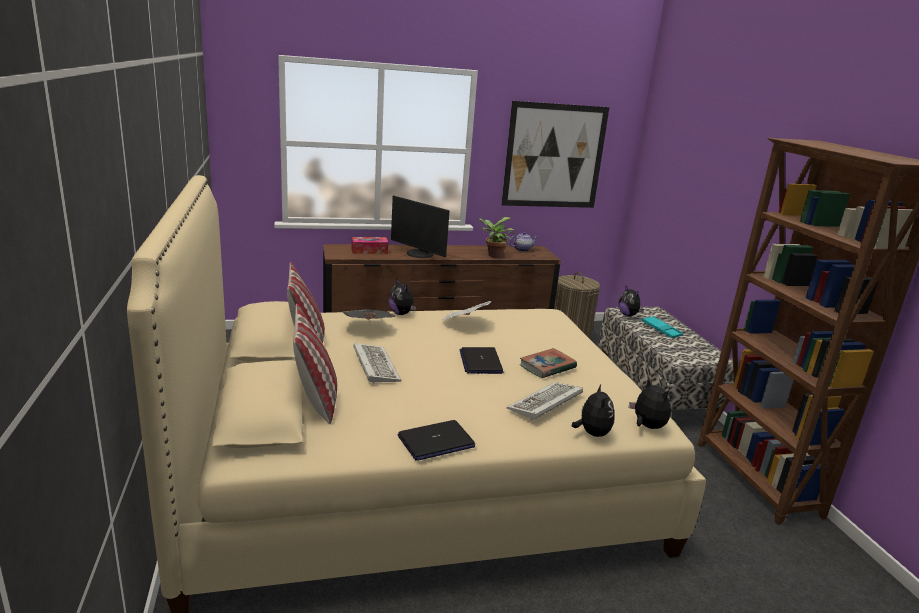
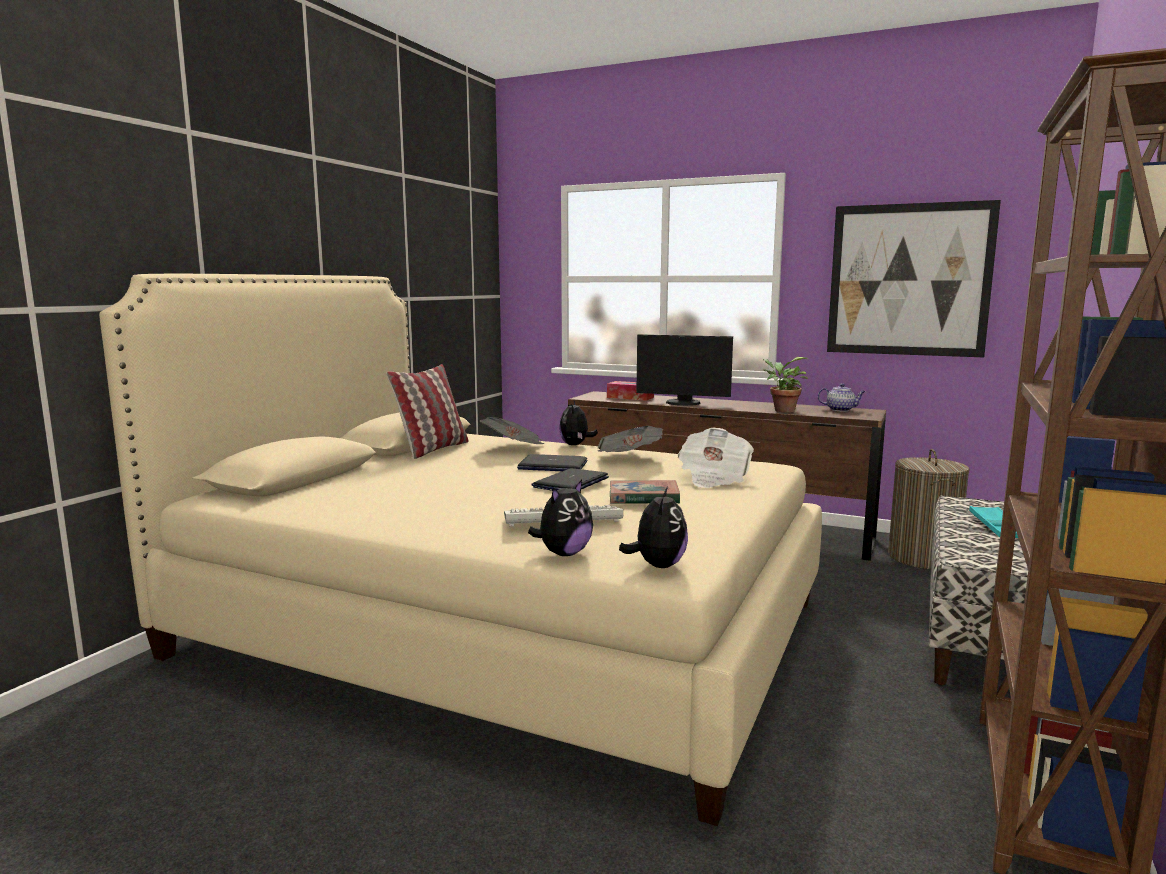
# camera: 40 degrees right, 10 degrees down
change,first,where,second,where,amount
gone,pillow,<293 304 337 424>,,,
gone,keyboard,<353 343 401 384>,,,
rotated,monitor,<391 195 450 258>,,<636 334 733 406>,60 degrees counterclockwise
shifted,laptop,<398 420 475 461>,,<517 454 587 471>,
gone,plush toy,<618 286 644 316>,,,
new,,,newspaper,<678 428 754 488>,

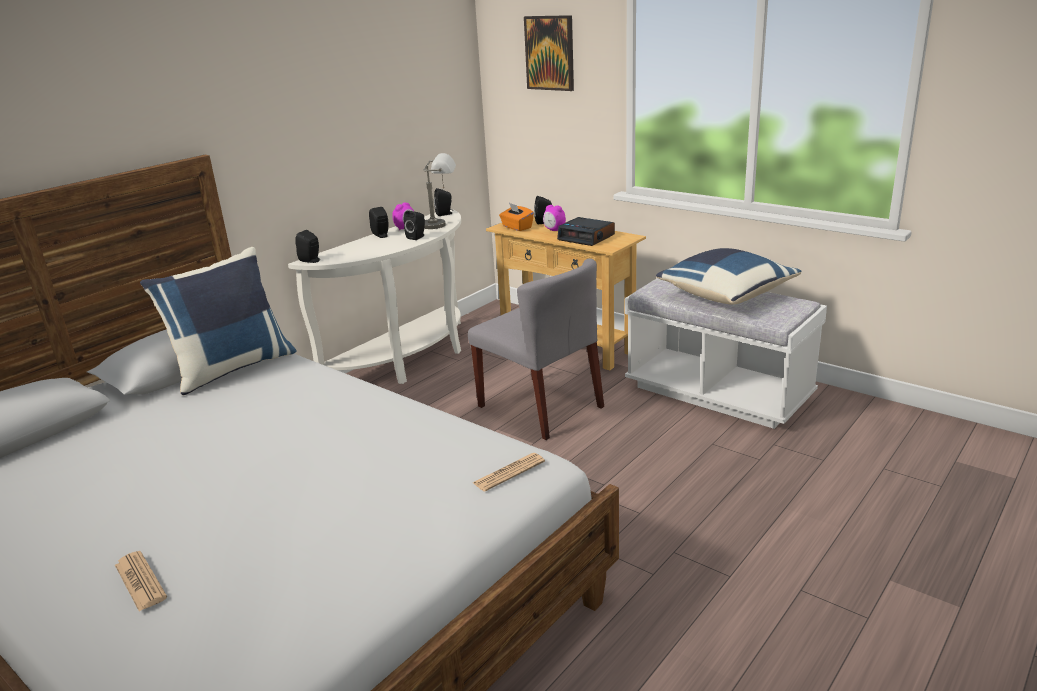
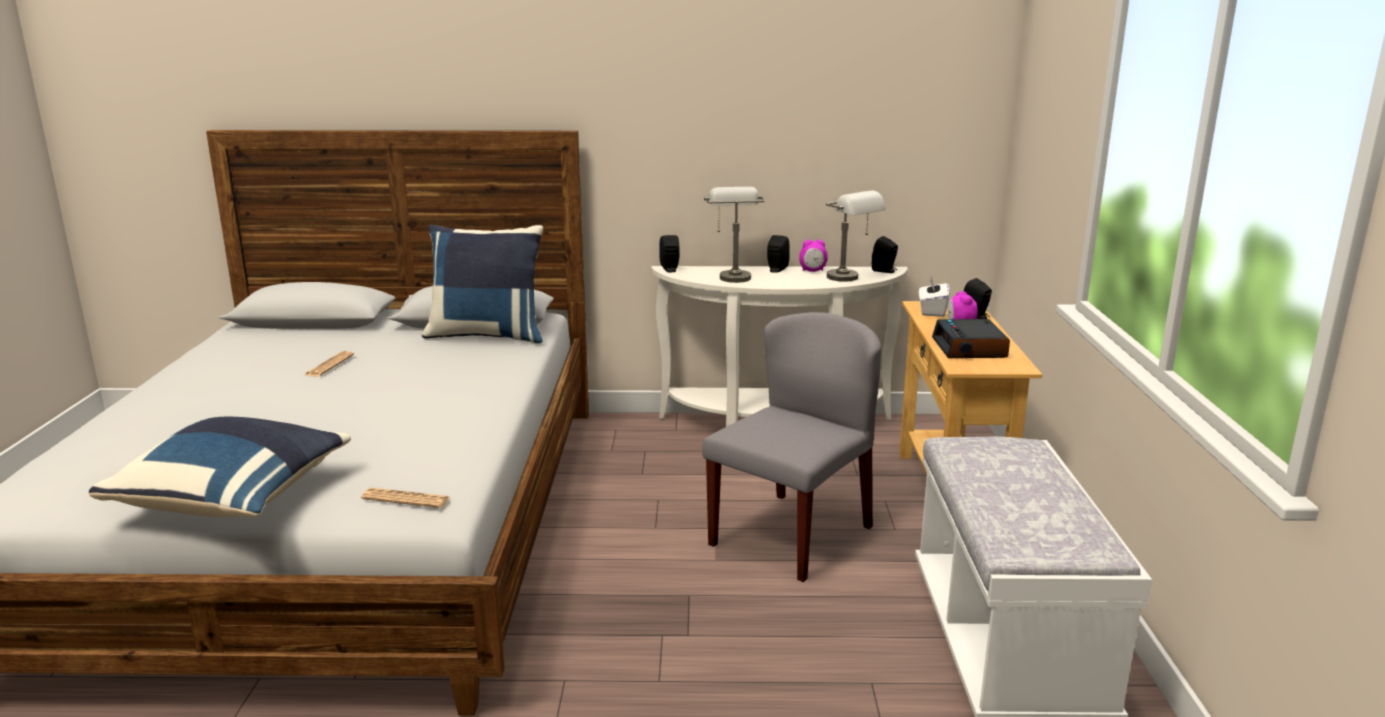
# camera: 50 degrees right, 5 degrees down
change,first,where,second,where,amount
shifted,newspaper,<115 551 167 612>,,<305 351 354 377>,
gone,black speaker,<404 211 425 240>,,,
rotated,grey chair,<468 258 604 440>,,<702 312 881 582>,150 degrees counterclockwise
repainted,orange tissue box,<499 203 534 231>,white tissue box,<919 276 950 317>,
gone,picture,<524 15 574 91>,,,
shifted,blue pillow,<656 248 801 305>,,<89 417 351 517>,
new,,,grey table lamp,<704 187 765 283>,

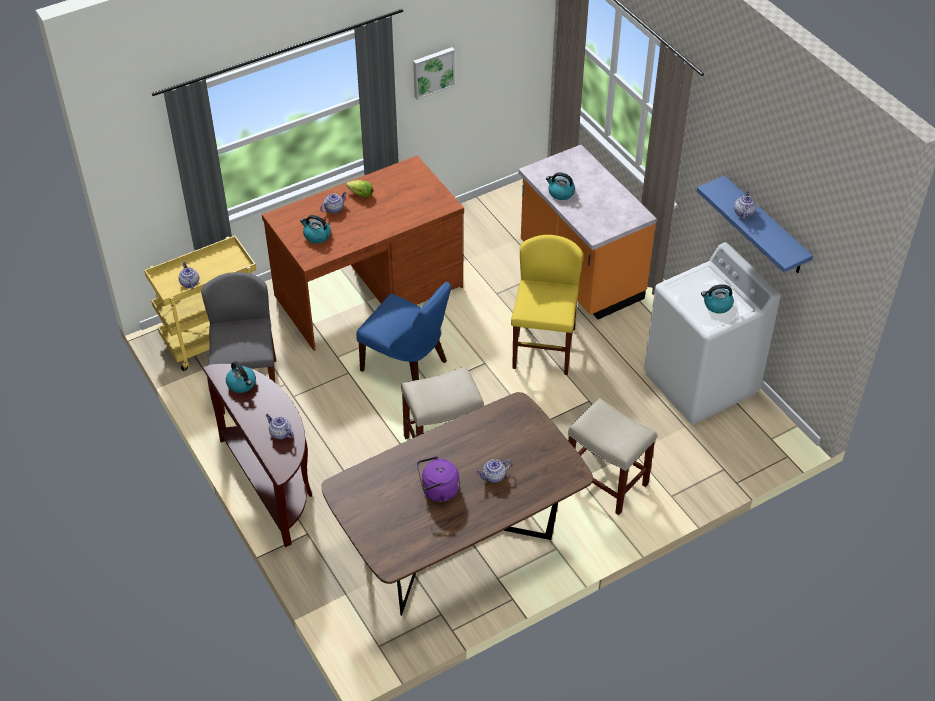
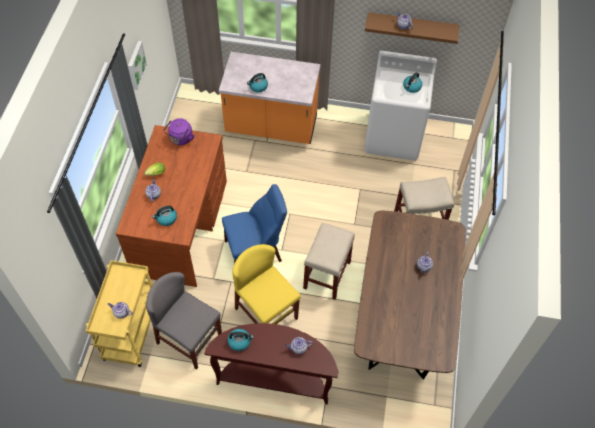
# camera: 50 degrees left, 10 degrees up
change,first,where,second,where,amount
shifted,purple kettle,<417 456 459 502>,,<163 118 194 145>,
shifted,yellow chair,<511 235 583 375>,,<232 244 301 324>,
repainted,blue shelf,<697 176 813 273>,brown shelf,<365 12 459 44>,

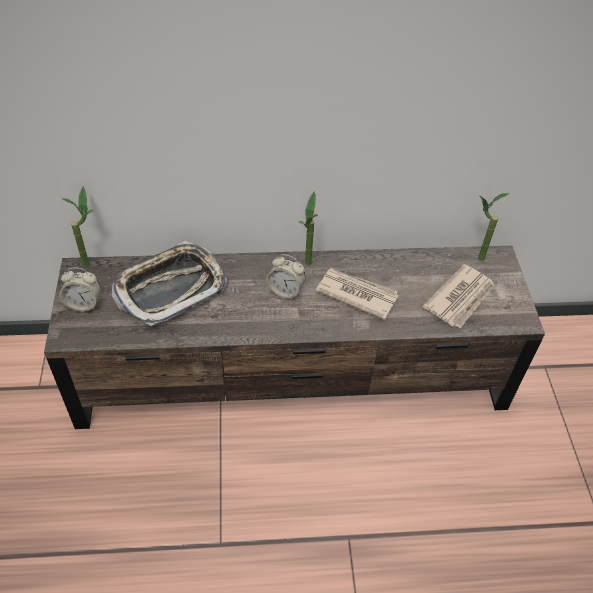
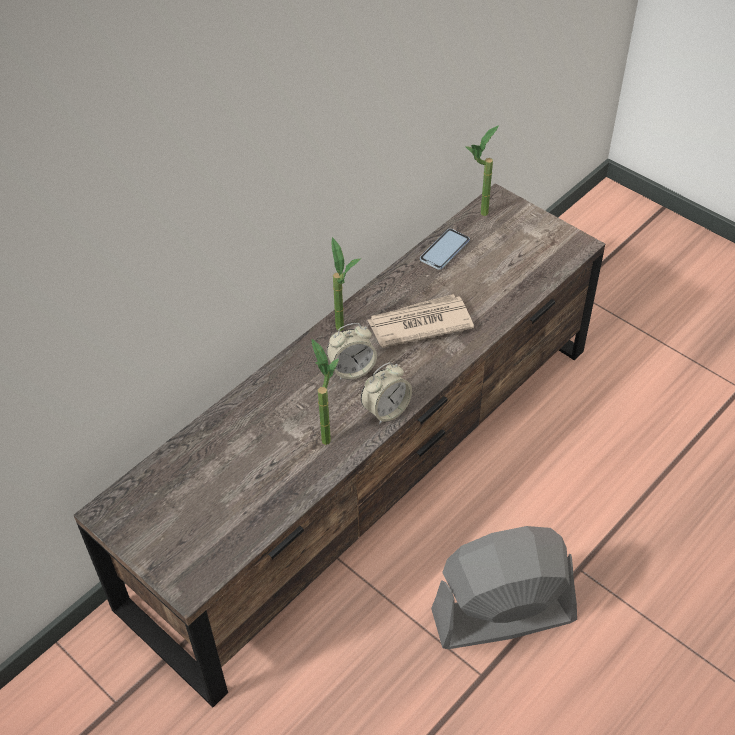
# camera: 40 degrees left, 0 degrees up
change,first,where,second,where,amount
shifted,alarm clock,<59 267 101 312>,,<361 362 412 424>,
shifted,potted plant,<61 186 93 268>,,<311 339 339 445>,
gone,tray,<112 241 227 326>,,,
gone,newspaper,<423 264 495 328>,,,
new,,,phone,<420 229 470 270>,
new,,,grey fan,<431 526 577 649>,

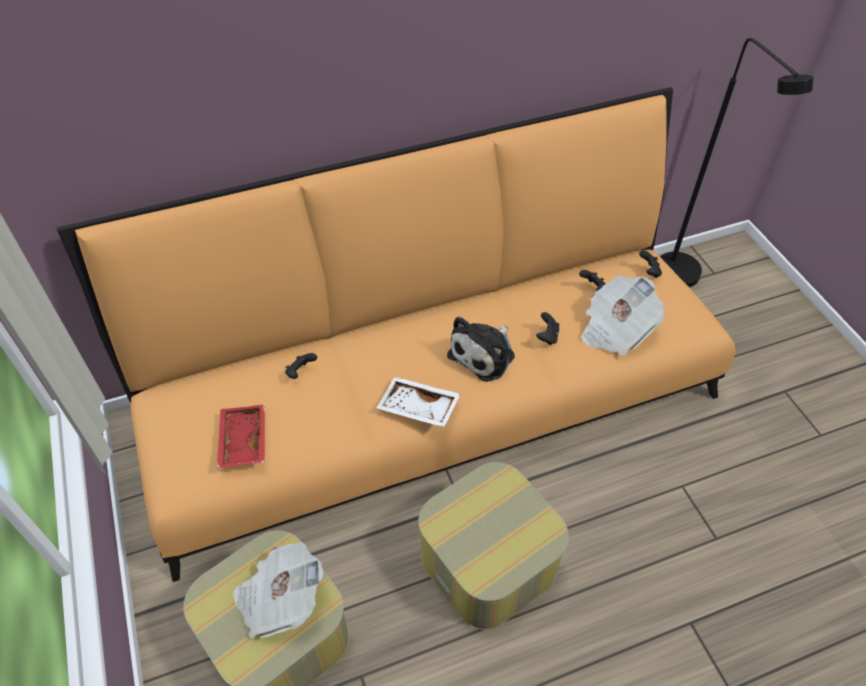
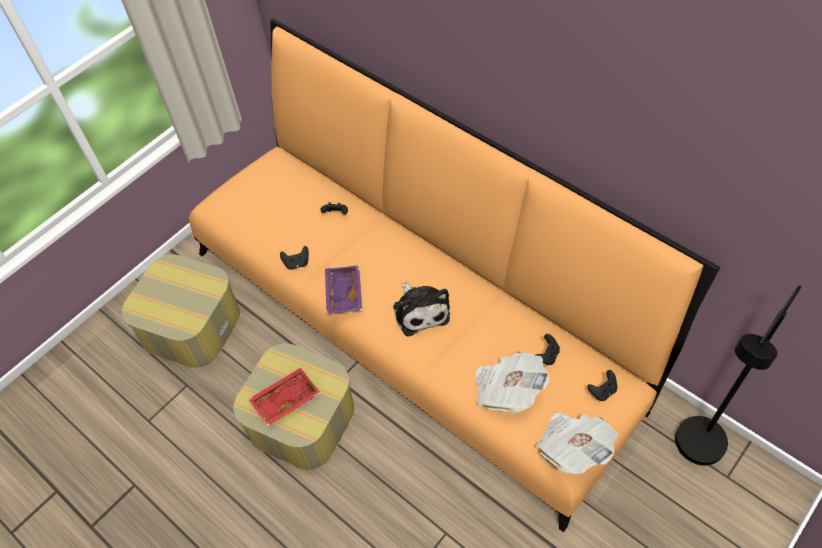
# camera: 65 degrees right, 5 degrees up
change,first,where,second,where,amount
shifted,red tray,<217 404 265 468>,,<248 368 320 426>,
shifted,newspaper,<233 542 324 639>,,<536 413 618 474>,
repainted,white tray,<376 377 461 427>,purple tray,<325 265 362 314>,
rotated,plush toy,<447 316 515 382>,,<393 282 450 336>,120 degrees counterclockwise
shifted,black game controller,<536 312 559 345>,,<280 246 309 270>,

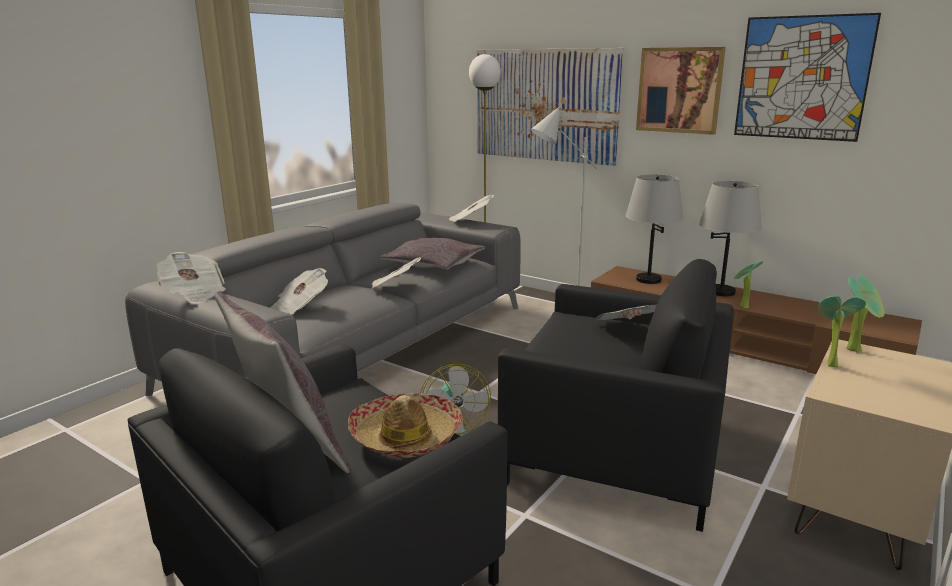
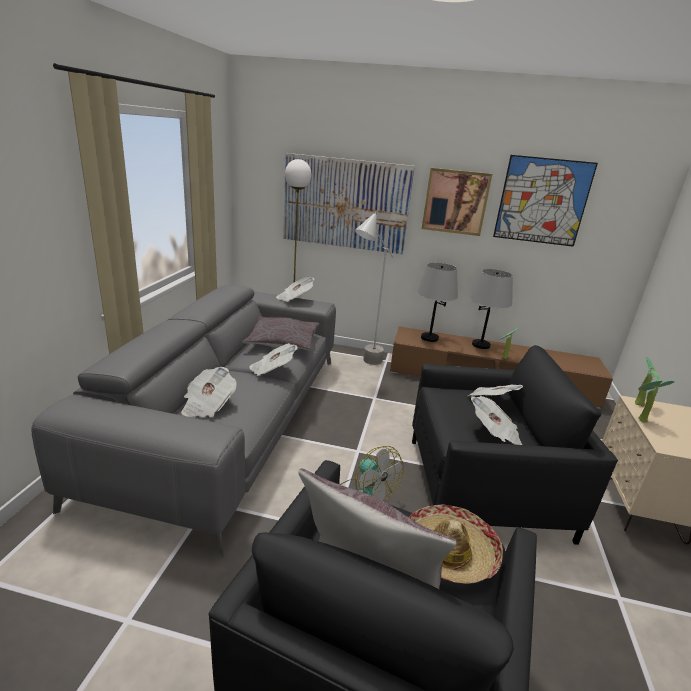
# camera: 25 degrees left, 5 degrees up
change,first,where,second,where,amount
shifted,newspaper,<157 252 226 304>,,<471 396 522 445>,

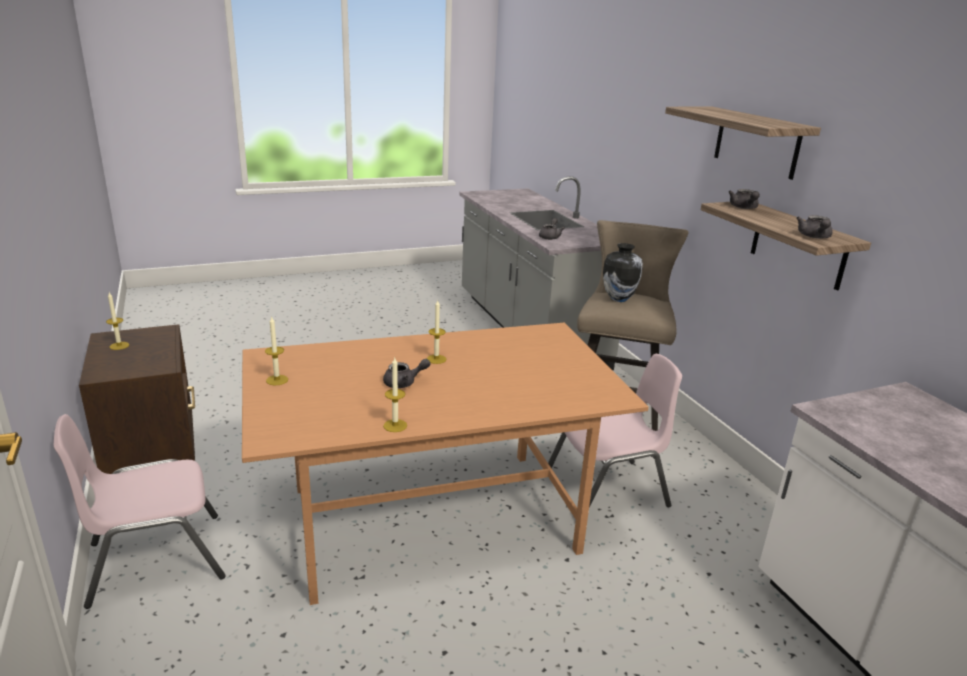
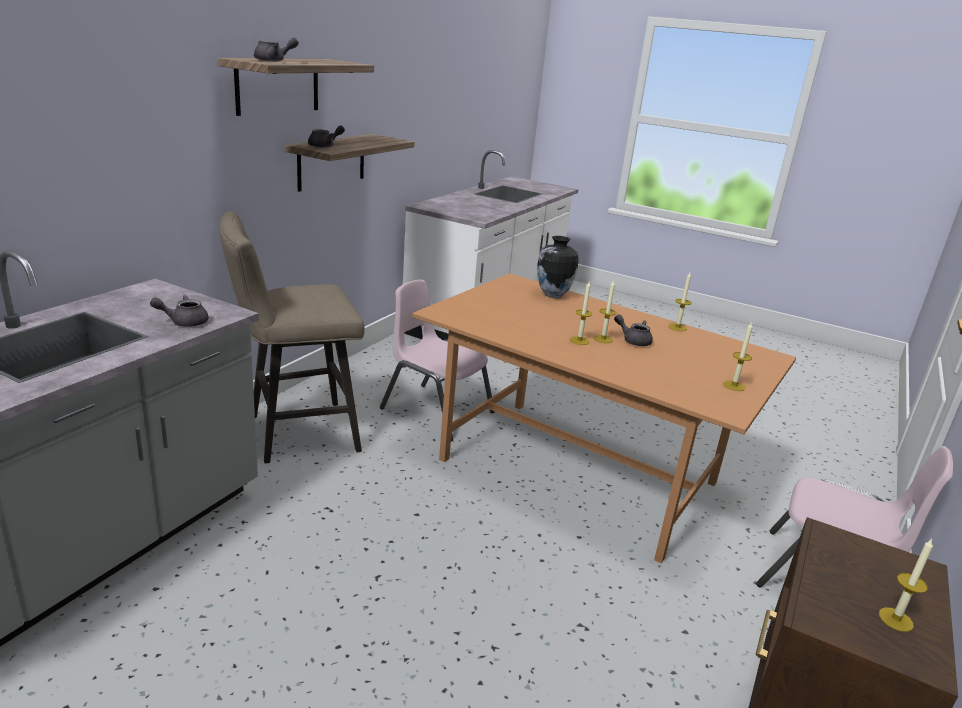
# camera: 130 degrees left, 0 degrees up
change,first,where,second,where,amount
shifted,vase,<603 243 643 302>,,<537 236 579 298>,
shifted,grey teapot,<796 215 833 239>,,<254 38 299 61>,
new,,,candle,<594 280 616 343>,

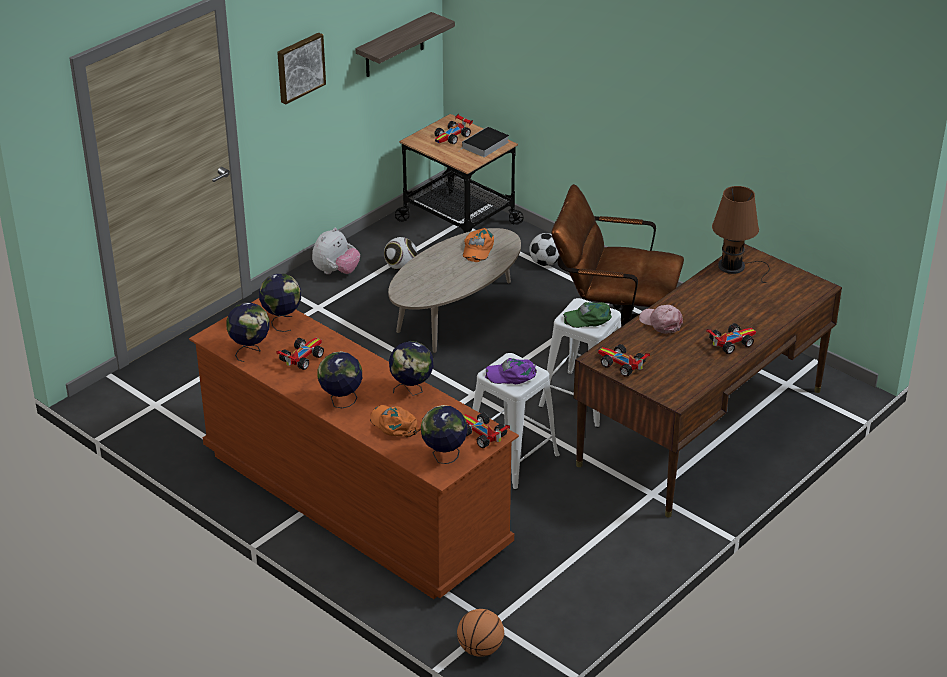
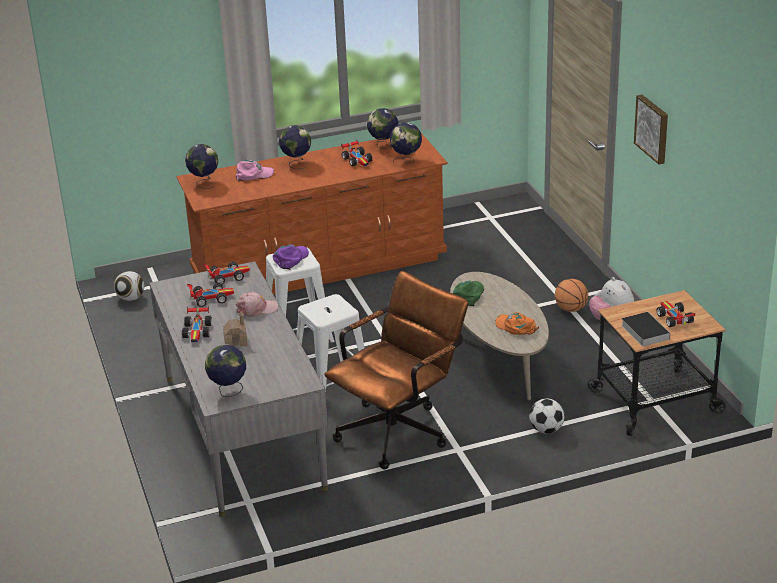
# camera: 120 degrees right, 5 degrees down
change,first,where,second,where,amount
gone,shelf,<356 12 455 77>,,,
repainted,orange cap,<370 405 421 437>,pink cap,<236 160 274 182>,
shifted,football,<384 237 417 270>,,<114 271 144 301>,
shifted,globe,<389 341 434 396>,,<205 344 246 397>,
shifted,basketball,<457 609 504 657>,,<555 279 588 312>,
shifted,toy car,<463 412 510 448>,,<187 283 234 307>,
shifted,green cap,<563 302 612 328>,,<453 281 484 306>,
repainted,brown desk,<574 244 842 517>,grey desk,<150 261 328 517>,
gone,brown table lamp,<712 186 770 283>,,,
new,,,toy house,<223 312 248 347>,

